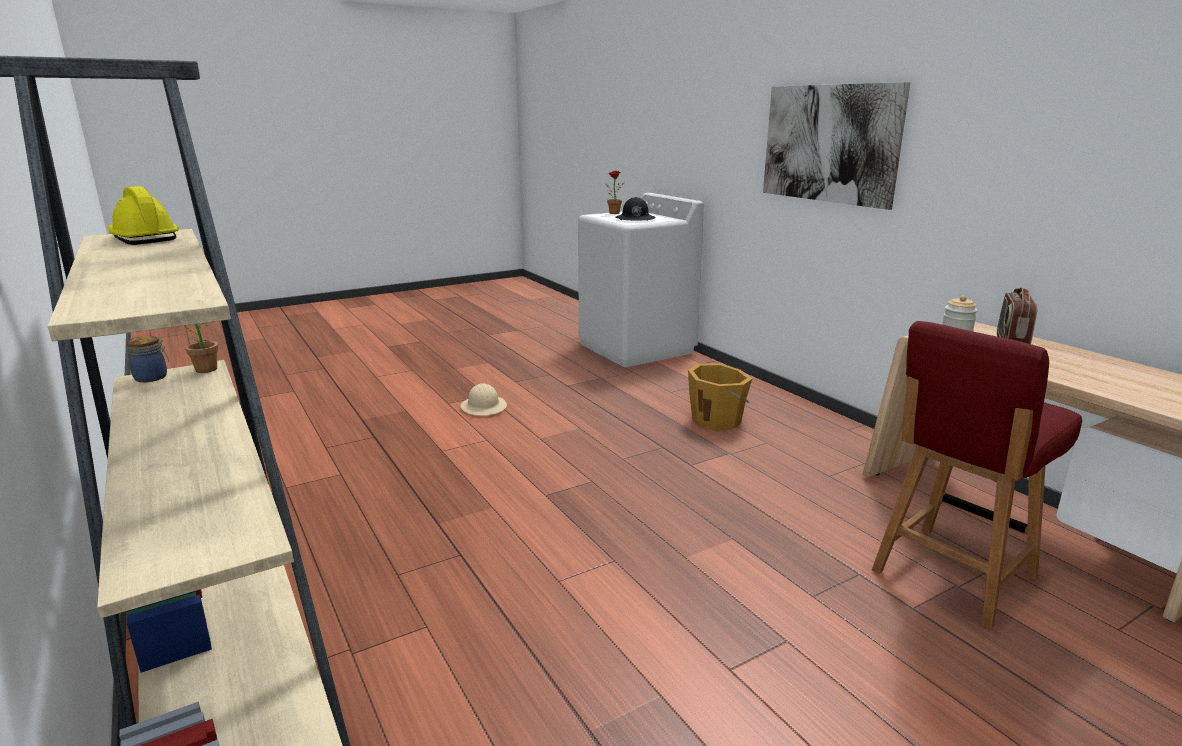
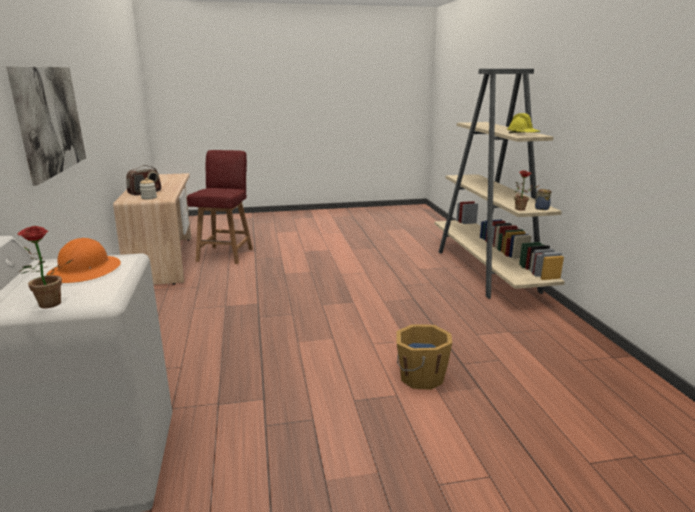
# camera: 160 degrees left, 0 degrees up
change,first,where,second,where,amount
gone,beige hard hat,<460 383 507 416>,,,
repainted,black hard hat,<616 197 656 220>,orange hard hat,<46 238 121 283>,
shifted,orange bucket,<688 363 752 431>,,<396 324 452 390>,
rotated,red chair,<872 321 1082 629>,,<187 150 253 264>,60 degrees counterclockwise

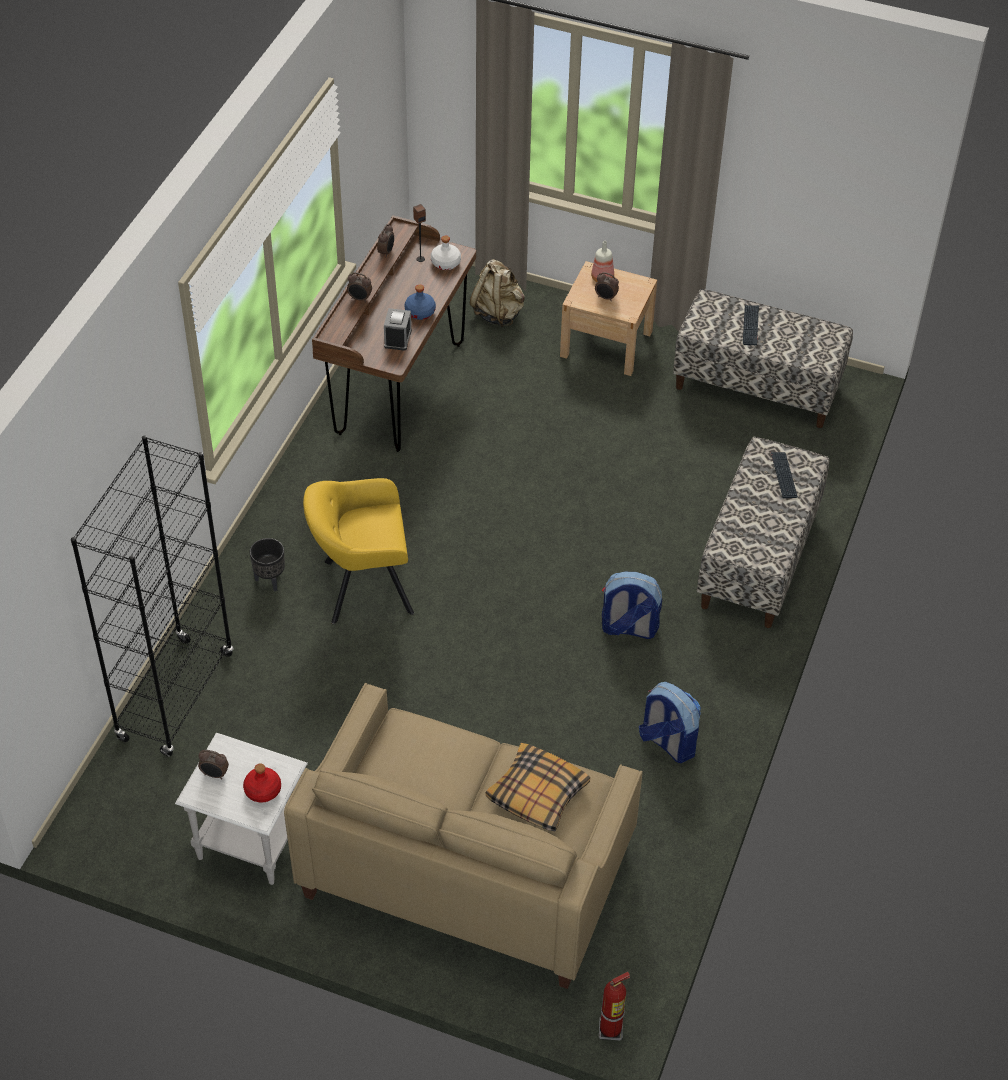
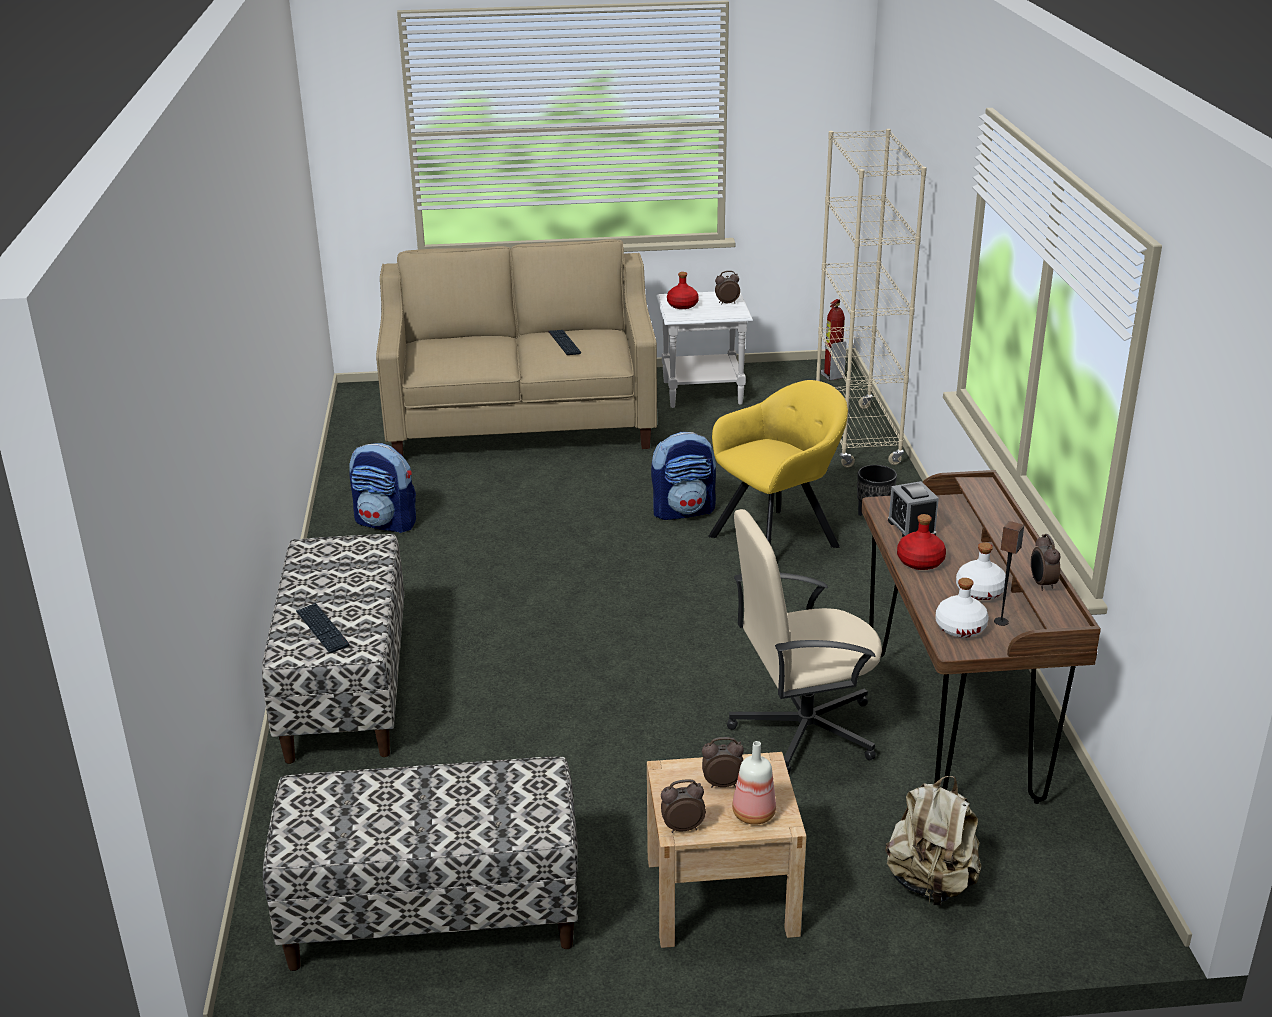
# camera: 155 degrees right, 20 degrees down
change,first,where,second,where,amount
repainted,black bookcase,<71 435 234 757>,beige bookcase,<816 129 927 468>,
shifted,alarm clock,<347 272 372 302>,,<661 779 706 833>,
repainted,blue bottle,<404 285 436 320>,red bottle,<897 514 946 570>,
gone,pillow,<485 743 590 831>,,,
shifted,fire extinguisher,<599 972 630 1041>,,<821 299 847 381>,
shifted,backpack,<602 572 662 639>,,<651 432 716 520>,
shifted,keyboard,<743 305 759 345>,,<548 330 582 355>,
new,,,beige office chair,<727 509 882 774>,
new,,,white bottle,<956 542 1006 600>,

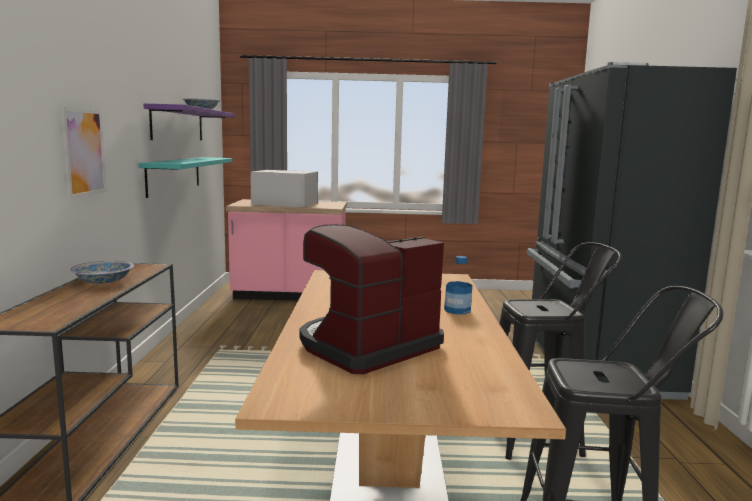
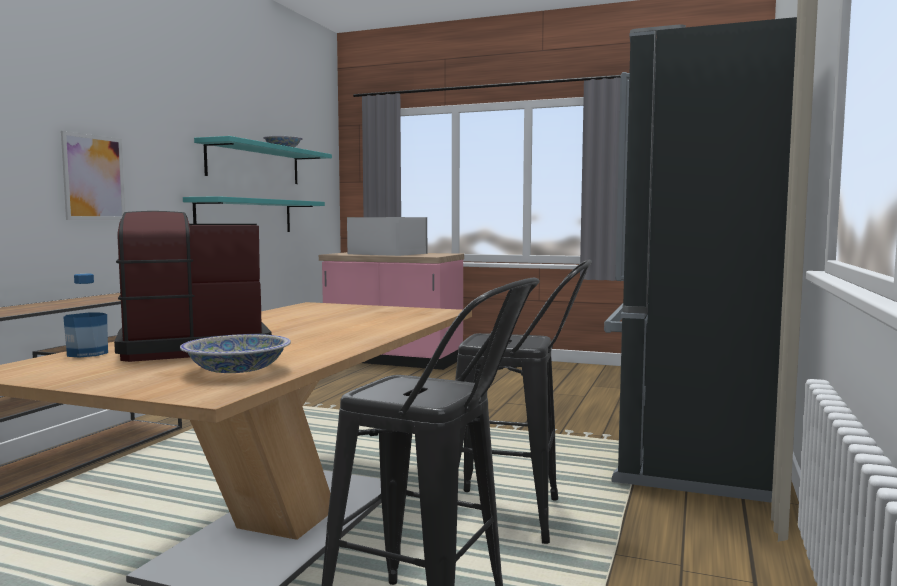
# camera: 20 degrees right, 5 degrees down
change,first,where,second,where,amount
shifted,bowl,<70 261 134 284>,,<180 334 291 373>,
repainted,purple shelf,<143 104 235 140>,turquoise shelf,<194 136 332 184>,
shifted,bottle,<444 256 472 314>,,<63 274 108 357>,

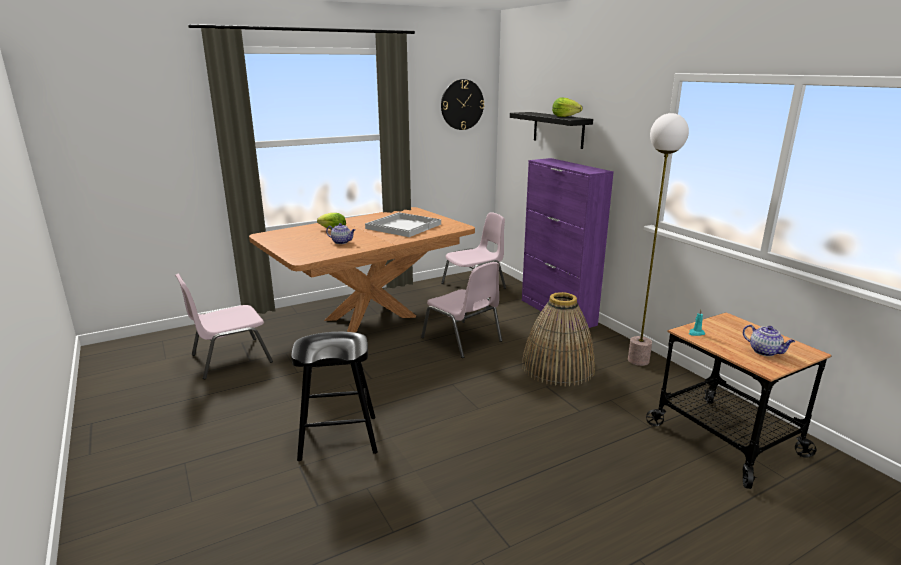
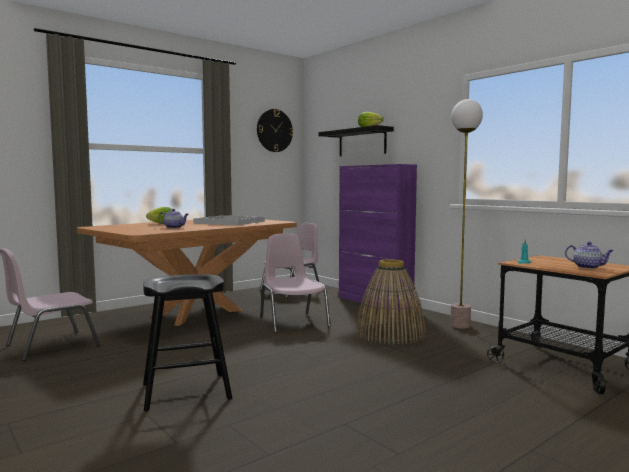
# camera: 10 degrees left, 15 degrees down
change,first,where,second,where,amount
rotated,pink chair,<421 262 502 358>,,<260 233 331 333>,150 degrees counterclockwise

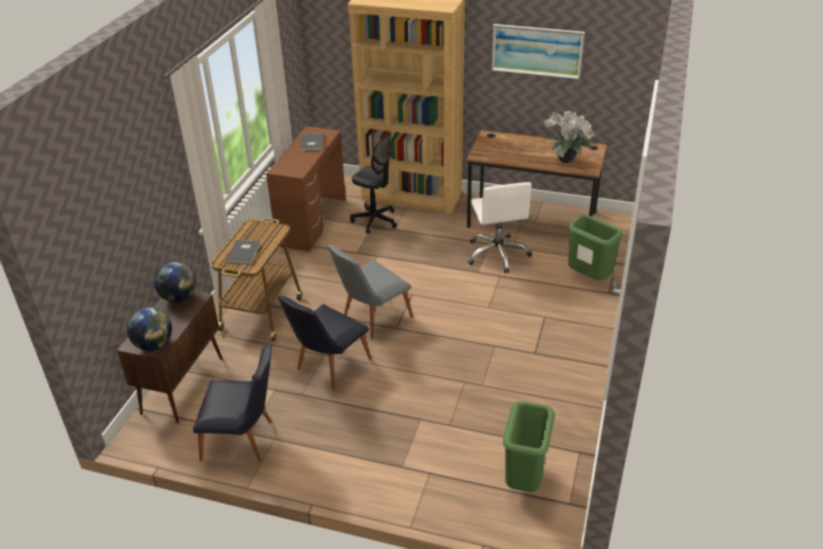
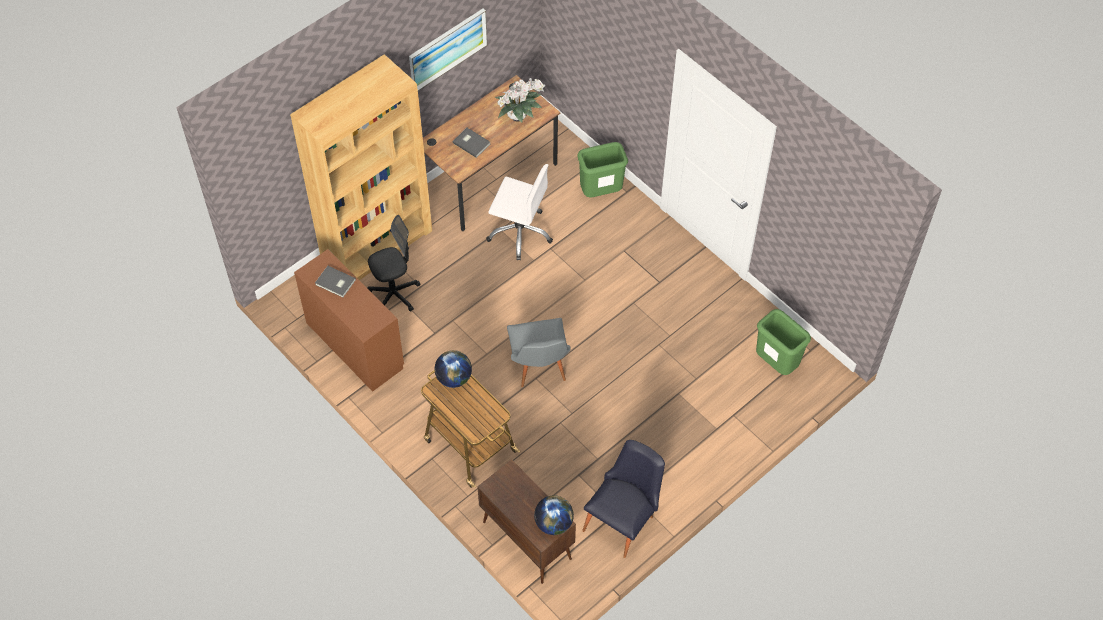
# camera: 60 degrees left, 20 degrees up
change,first,where,second,where,amount
shifted,globe,<154 262 196 302>,,<435 350 472 388>,
shifted,grey book,<226 240 260 264>,,<452 128 490 158>,
gone,black chair,<278 296 372 390>,,,

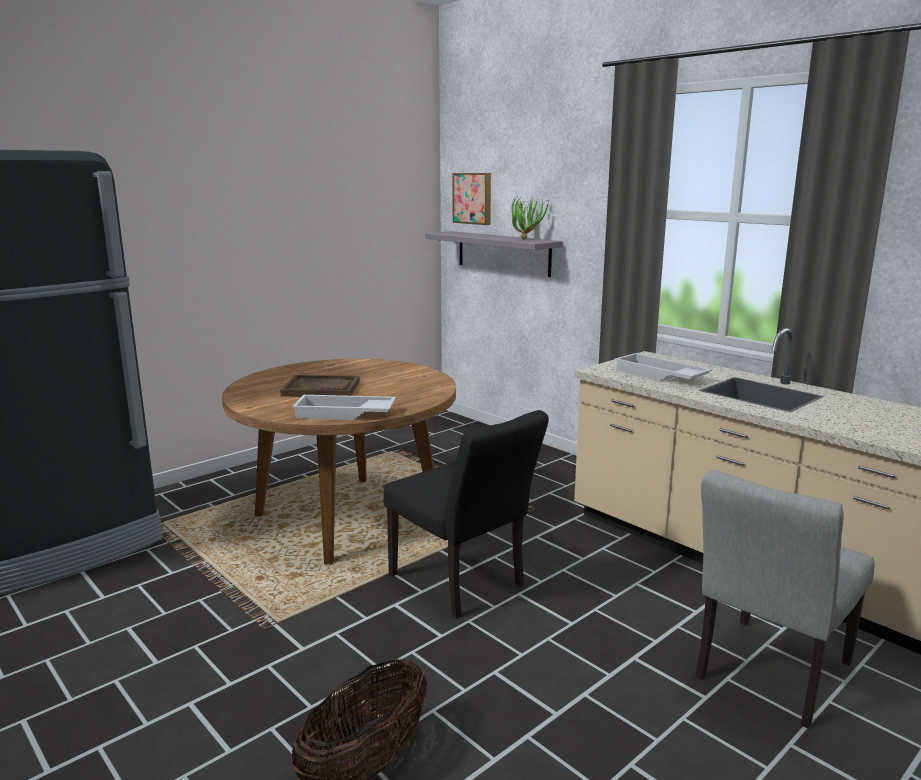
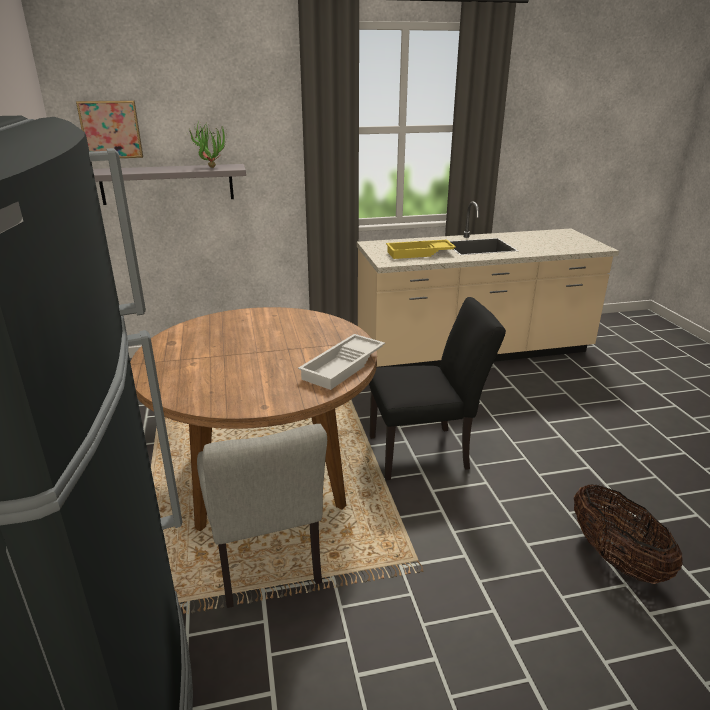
# camera: 60 degrees left, 10 degrees up
change,first,where,second,where,amount
gone,brown tray,<280 375 360 397>,,,
repainted,white tray,<614 353 712 381>,yellow tray,<386 240 456 259>,
shifted,grey chair,<695 470 875 728>,,<197 424 327 608>,

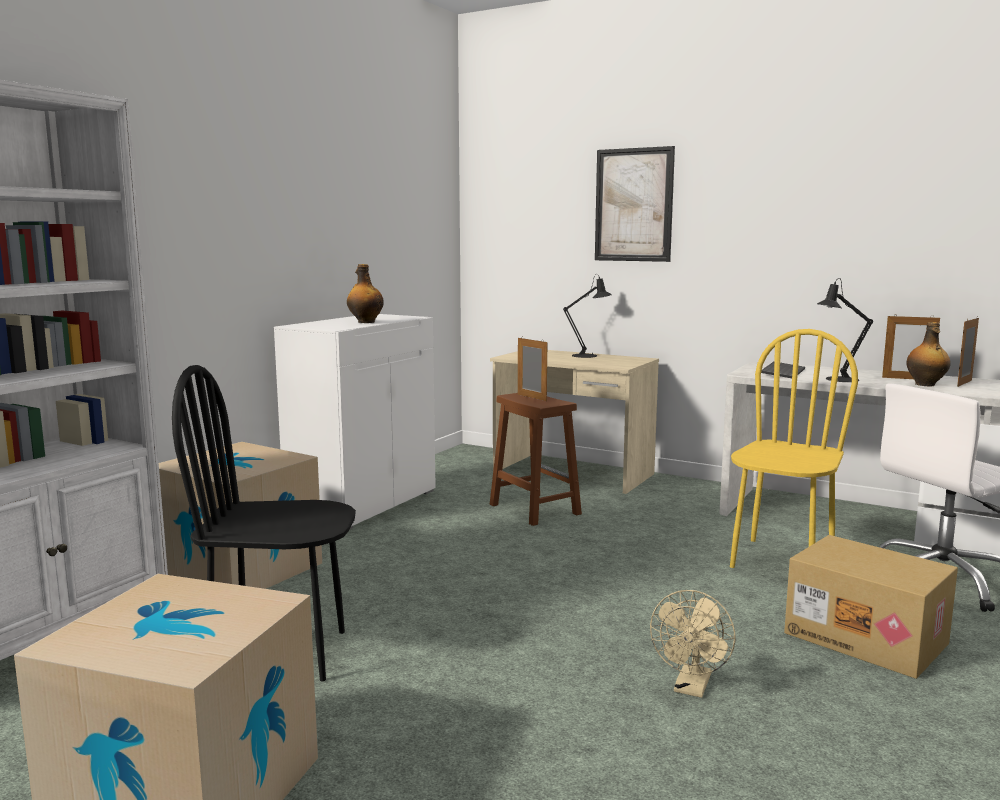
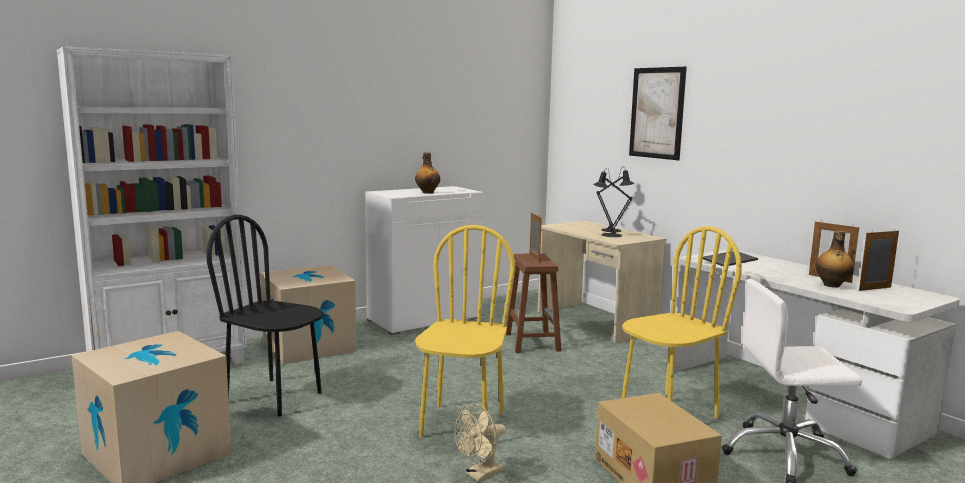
# camera: 25 degrees right, 0 degrees up
change,first,where,second,where,amount
shifted,black table lamp,<817 278 873 382>,,<593 168 632 237>,
new,,,yellow chair,<415 225 515 438>,

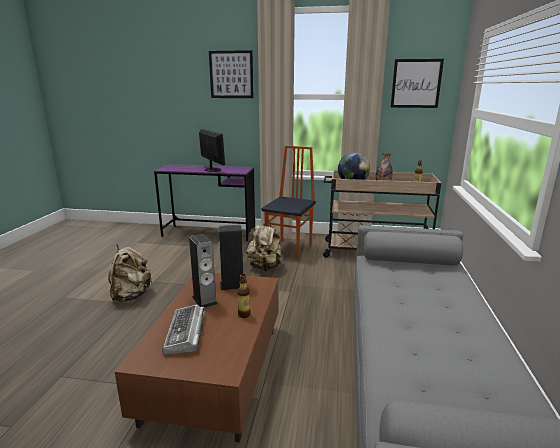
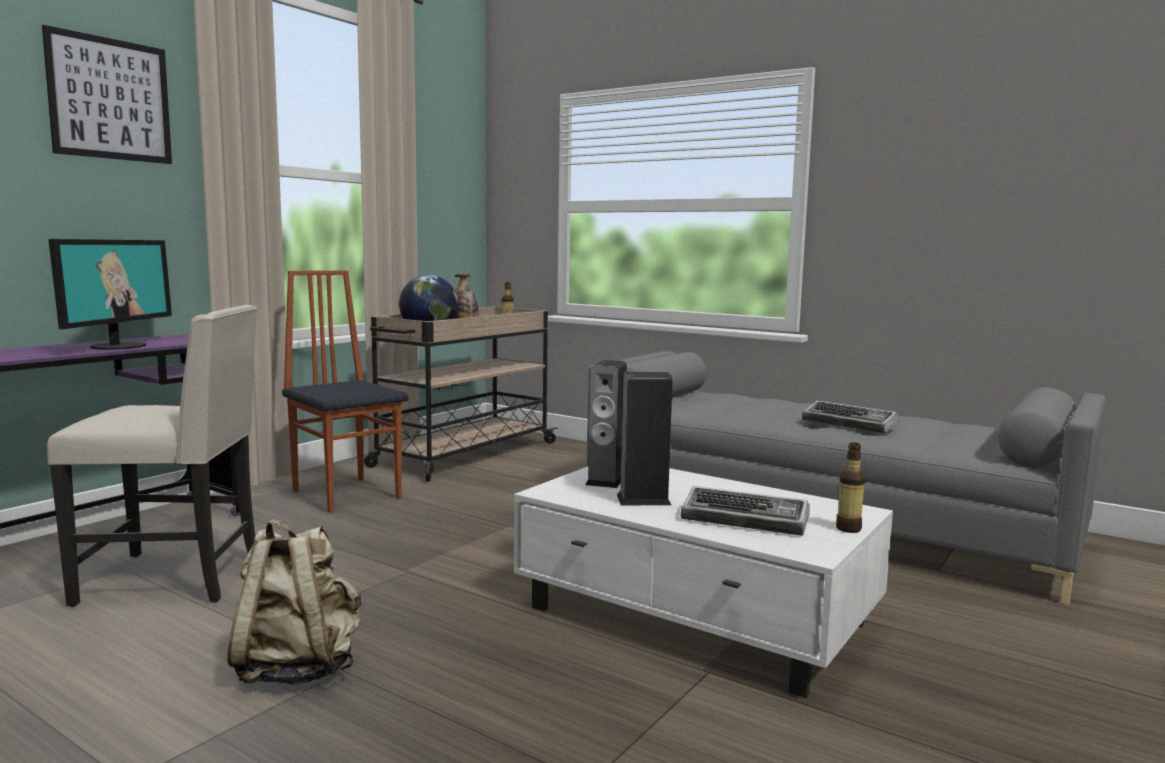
# camera: 65 degrees left, 10 degrees down
change,first,where,second,where,amount
repainted,brown coffee table,<115 273 278 443>,white coffee table,<514 467 893 698>,
rotated,monitor,<199 129 225 172>,,<48 239 172 350>,105 degrees clockwise
shifted,bottle,<237 274 251 318>,,<836 442 865 533>,
gone,beige backpack,<246 221 283 271>,,,
gone,picture,<391 59 444 108>,,,
new,,,beige chair,<47 305 257 607>,
new,,,keyboard,<802 400 900 433>,

